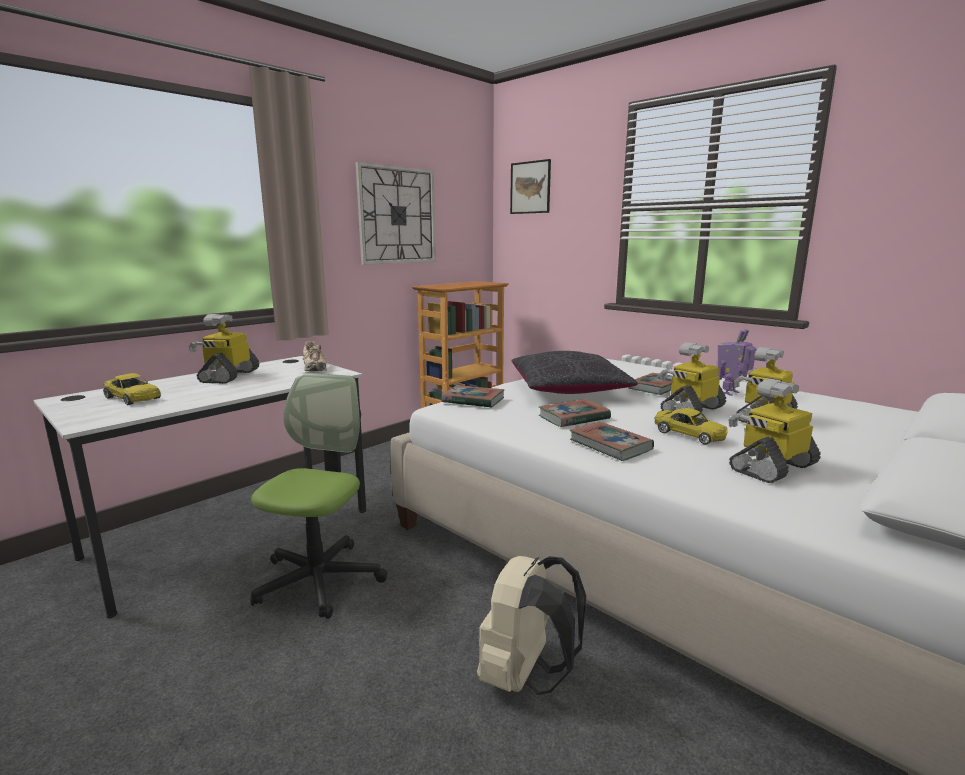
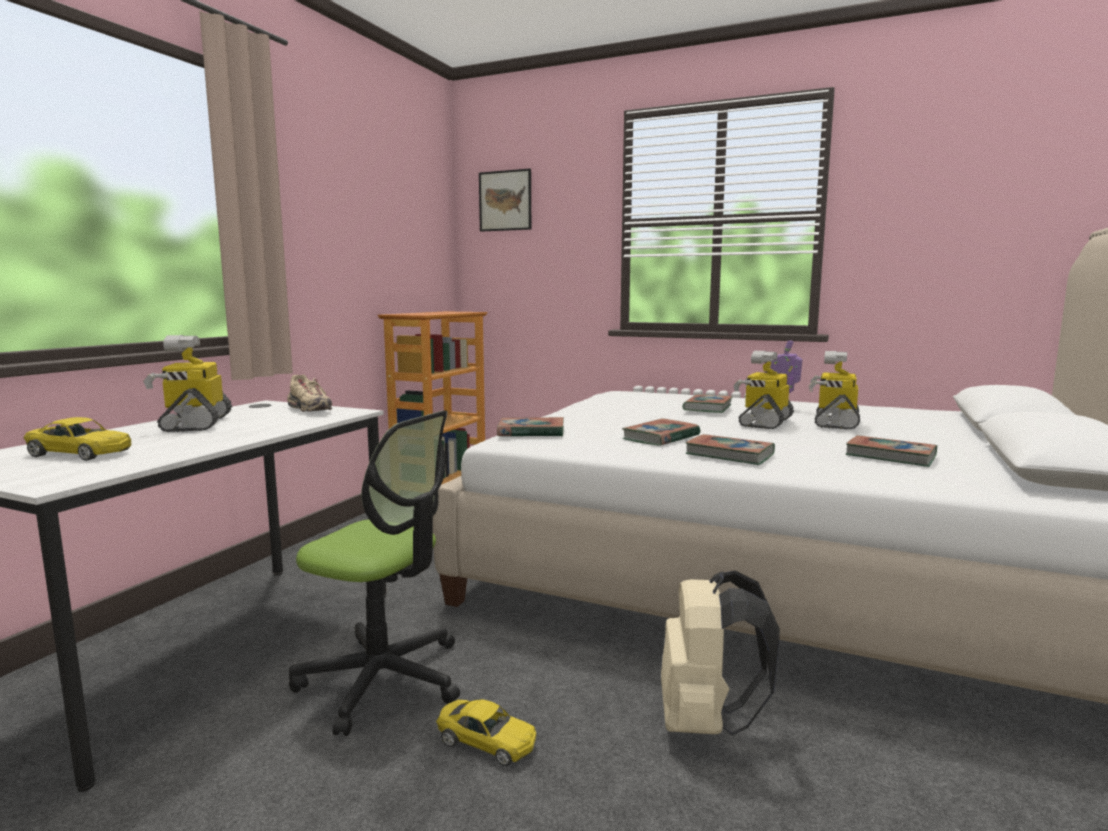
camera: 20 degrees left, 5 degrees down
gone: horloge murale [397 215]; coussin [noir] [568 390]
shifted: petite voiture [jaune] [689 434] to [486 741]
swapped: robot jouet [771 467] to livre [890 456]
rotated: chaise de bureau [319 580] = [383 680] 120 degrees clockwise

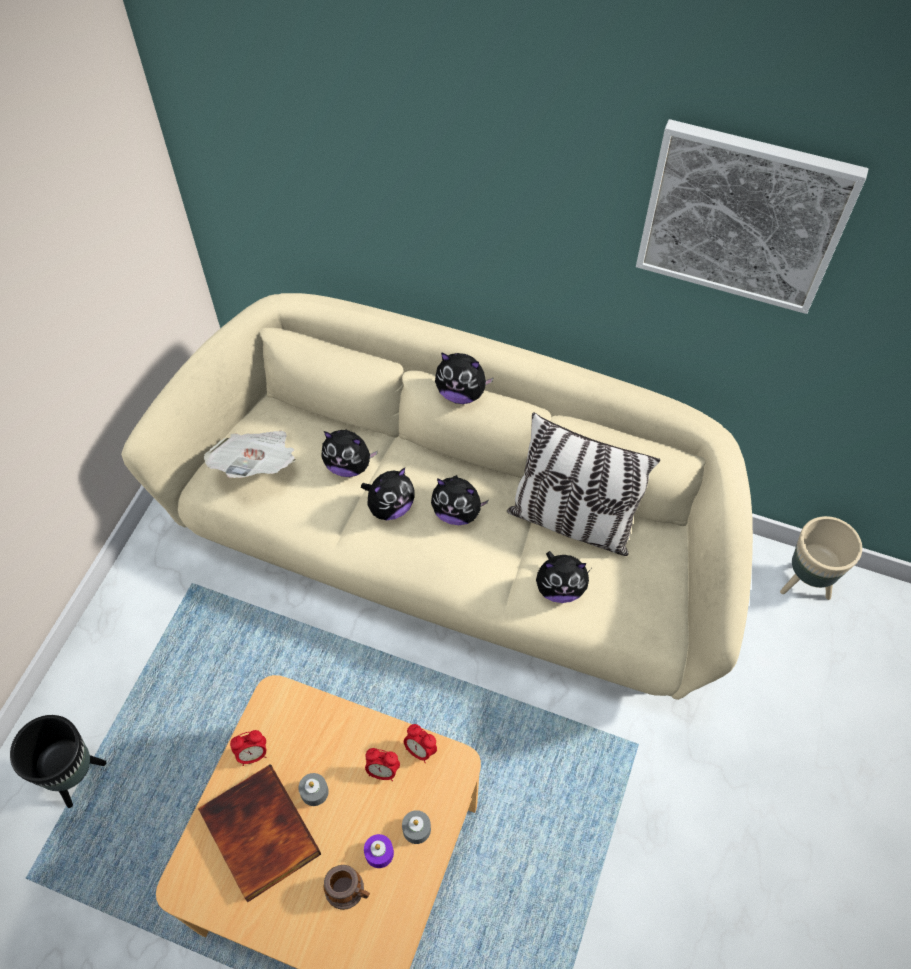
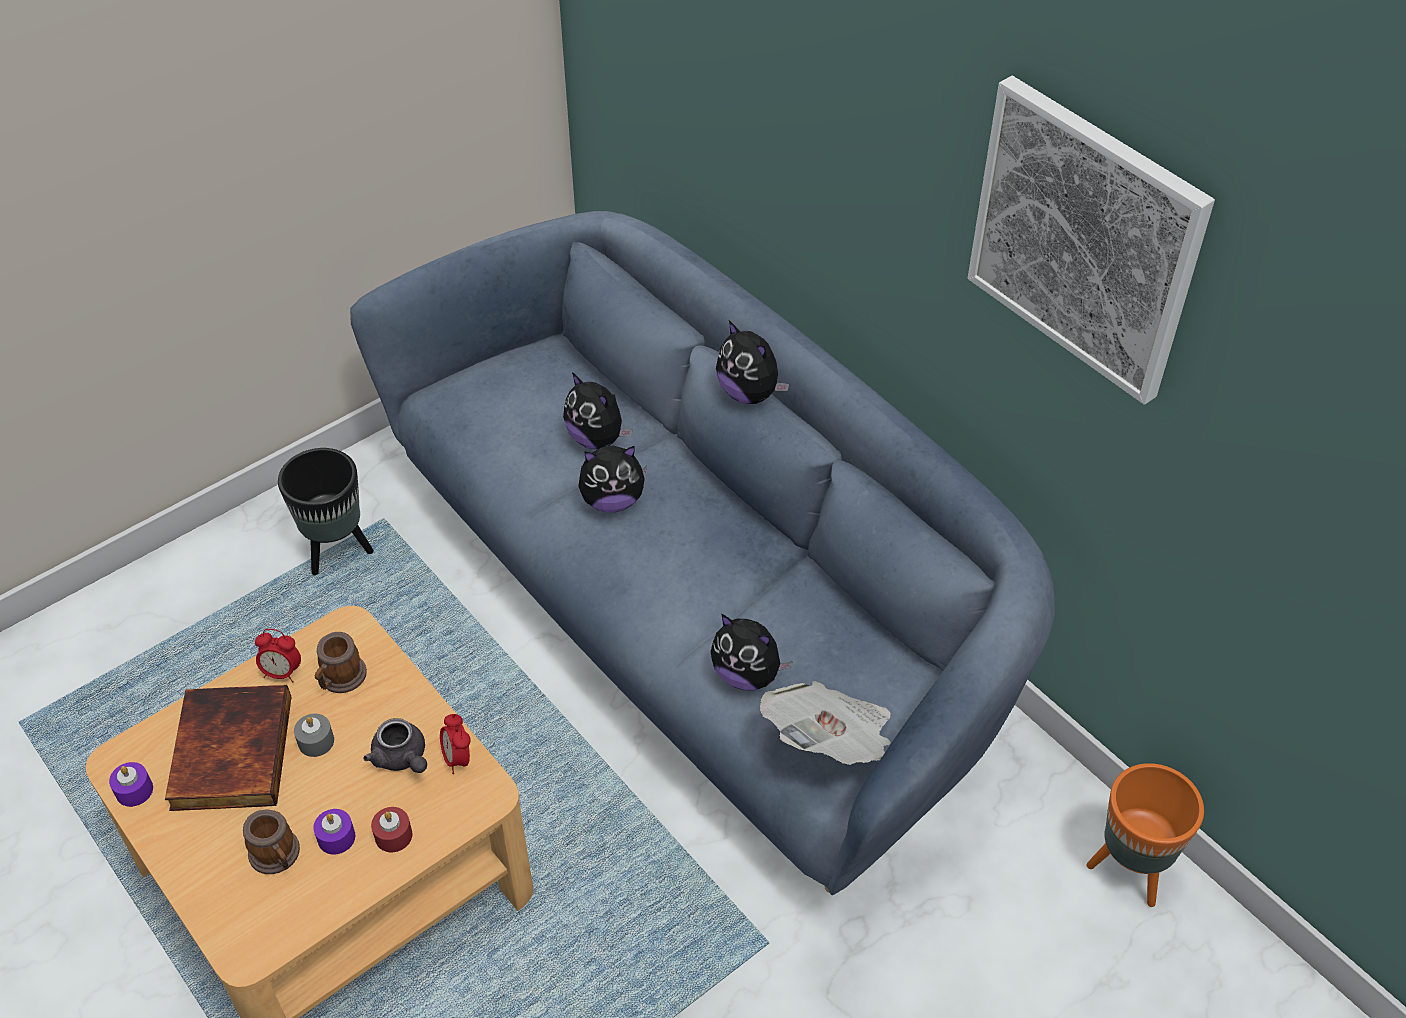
camera: 30 degrees right, 10 degrees down
gone: peluche [457 512]; coussin [572 521]
new: bougie [violet] [134 790]; mug [340 679]
shifted: cache-pot [noir] [77 777] to [337 552]; journal [257 465] to [830 741]
swapped: réveil [382 771] to théière [gris] [402 758]
repainted: canapé [beige] [454 547] to canapé [bleu] [700 616]; bougie [gris] [416 829] to bougie [rouge] [393 835]; cache-pot [beige] [805 583] to cache-pot [orange] [1130 871]

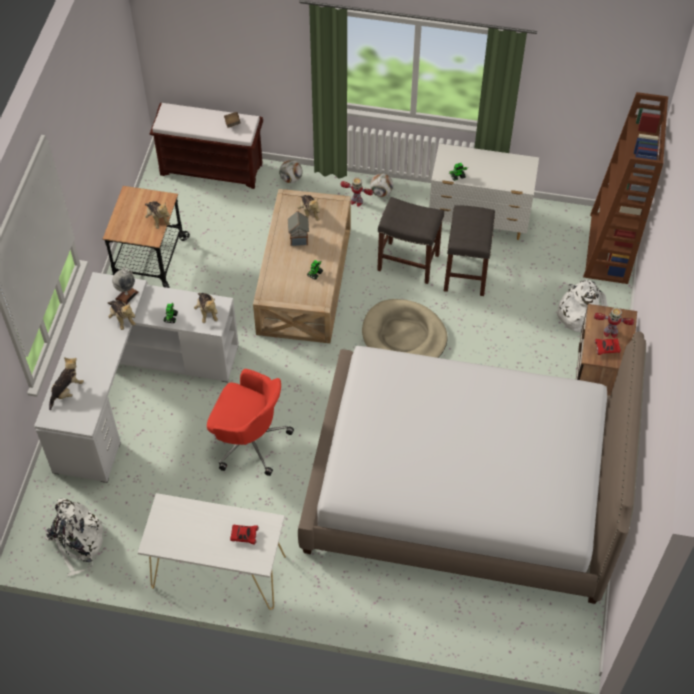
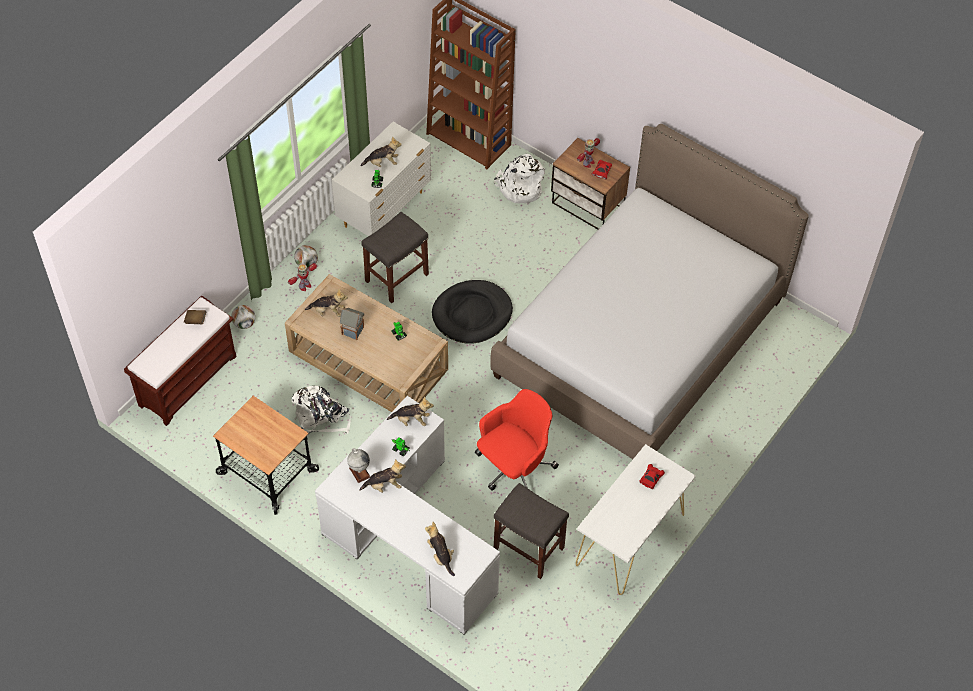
camera: 65 degrees left, 0 degrees up
shifted: sac à dos [blanc] [78 542] to [321 418]; peluche [158 219] to [382 163]; tabouret [gris] [466 272] to [527 548]
repainted: panier pour chien [beige] [404 336] to panier pour chien [noir] [472 314]

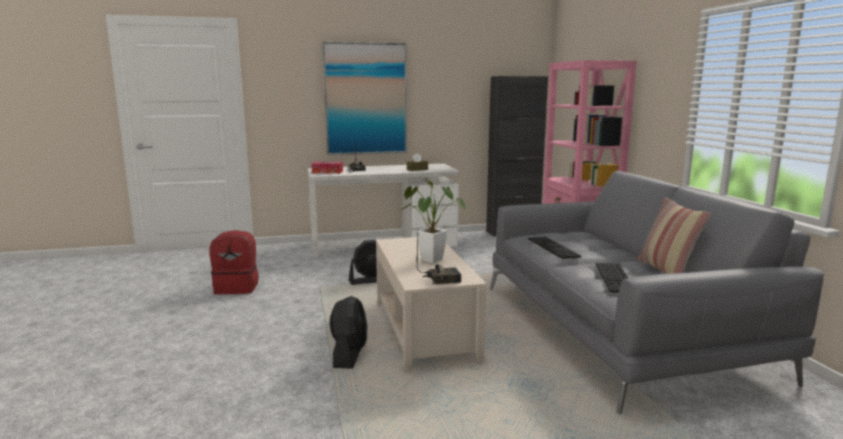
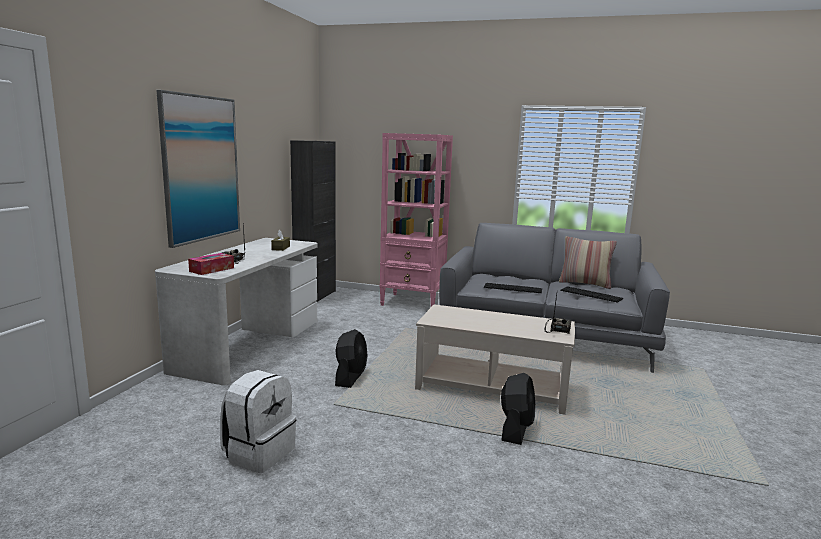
camera: 60 degrees left, 0 degrees up
gone: plante en pot [428 259]
repainted: sac à dos [rouge] [237 287] to sac à dos [blanc] [259 452]
rotated: ventilateur [noir] [349 354] = [516 429] 75 degrees clockwise

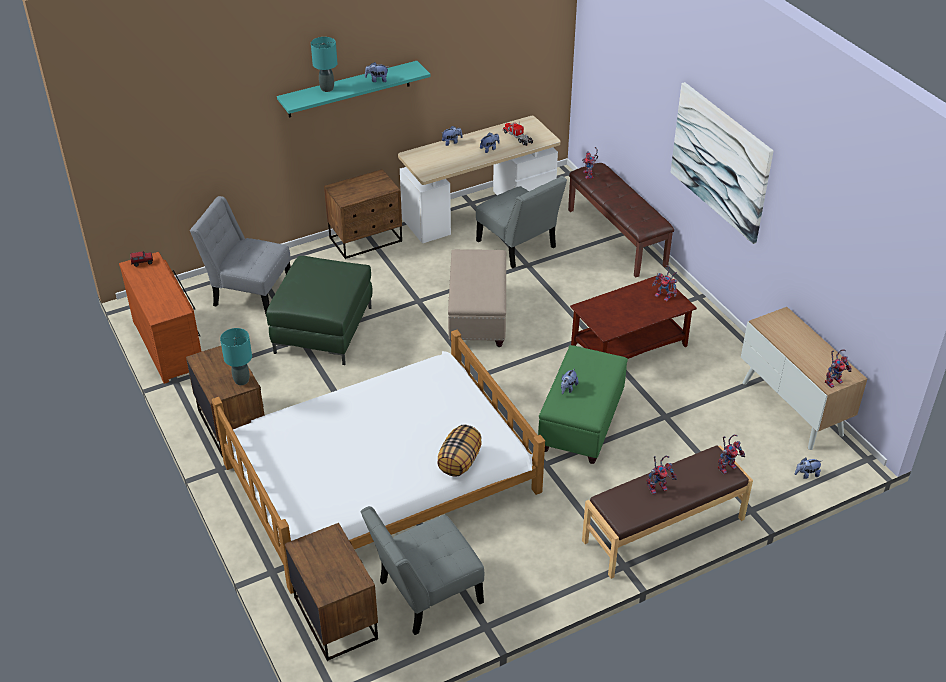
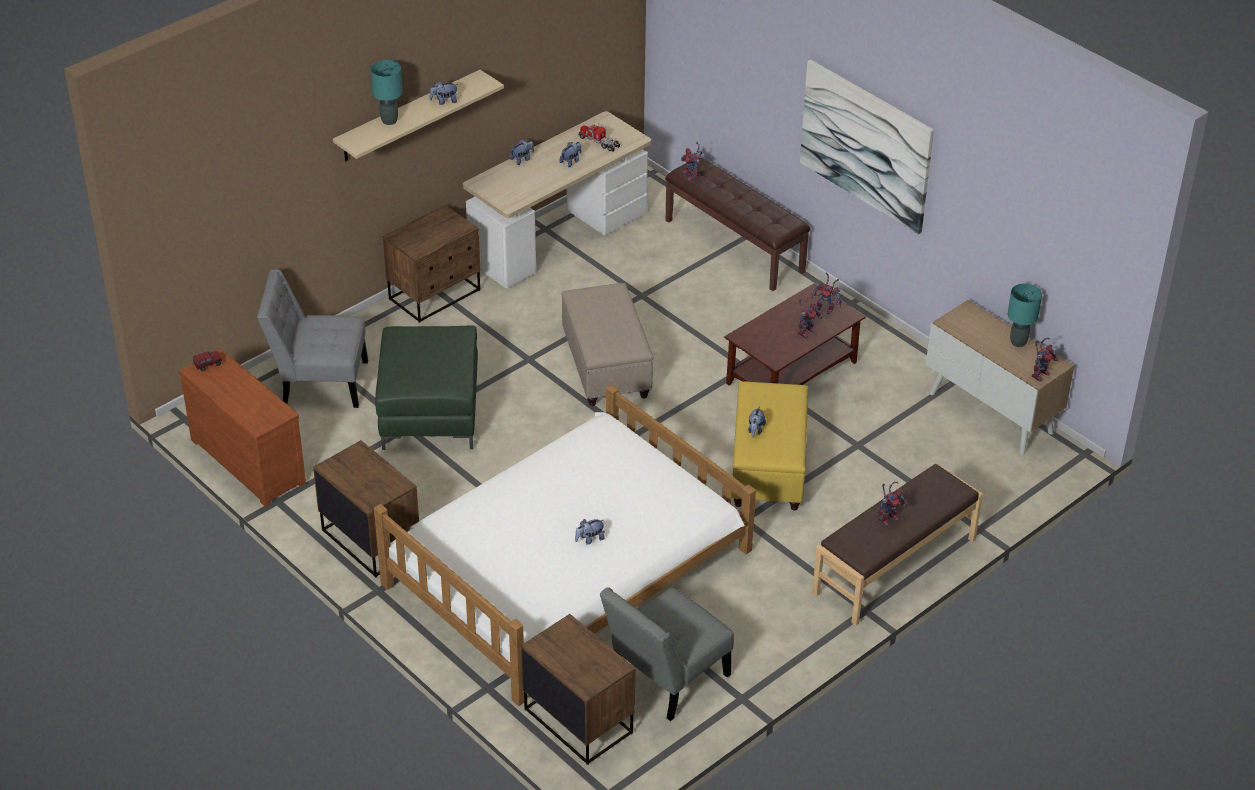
camera: 15 degrees left, 0 degrees up
gone: coussin [460 462]; chaise [gris] [518 247]
shifted: lampe de table [turquoise] [242 381] to [1018 342]; robot jouet [727 466] to [806 331]; peluche [806 474] to [590 539]
repainted: étagère [turquoise] [349 89] to étagère [beige] [408 116]; pouf [vert] [581 424] to pouf [jaune] [768 469]

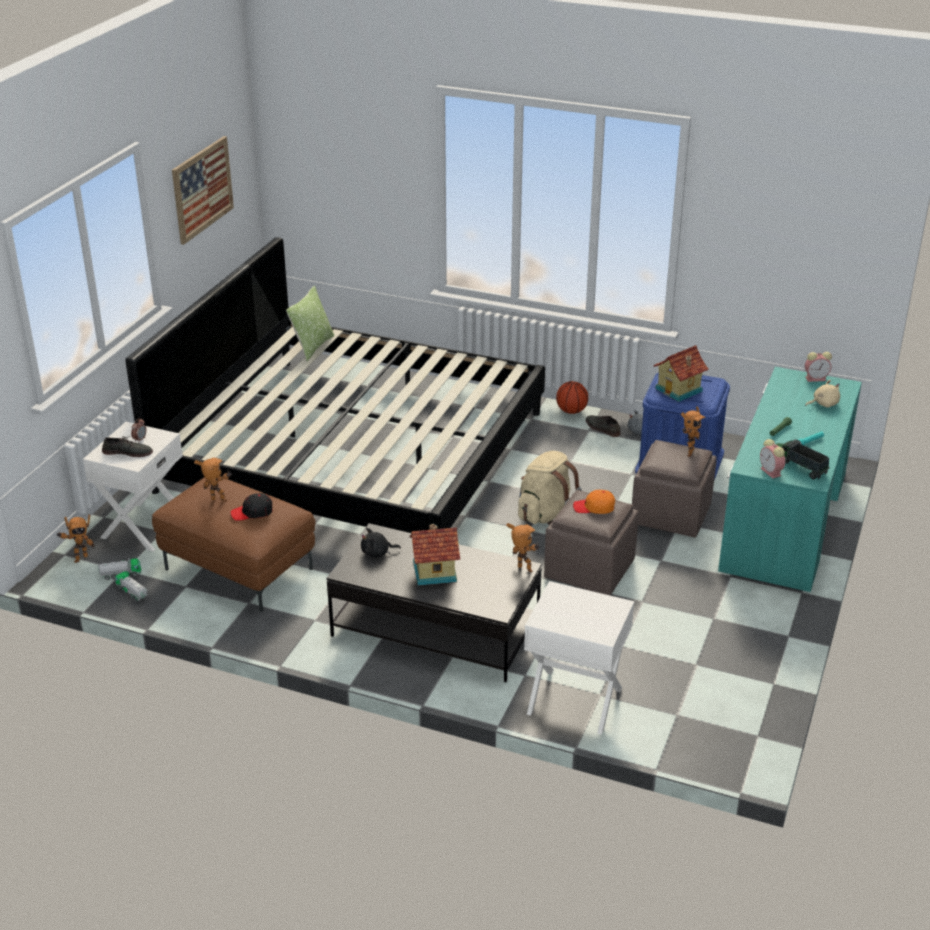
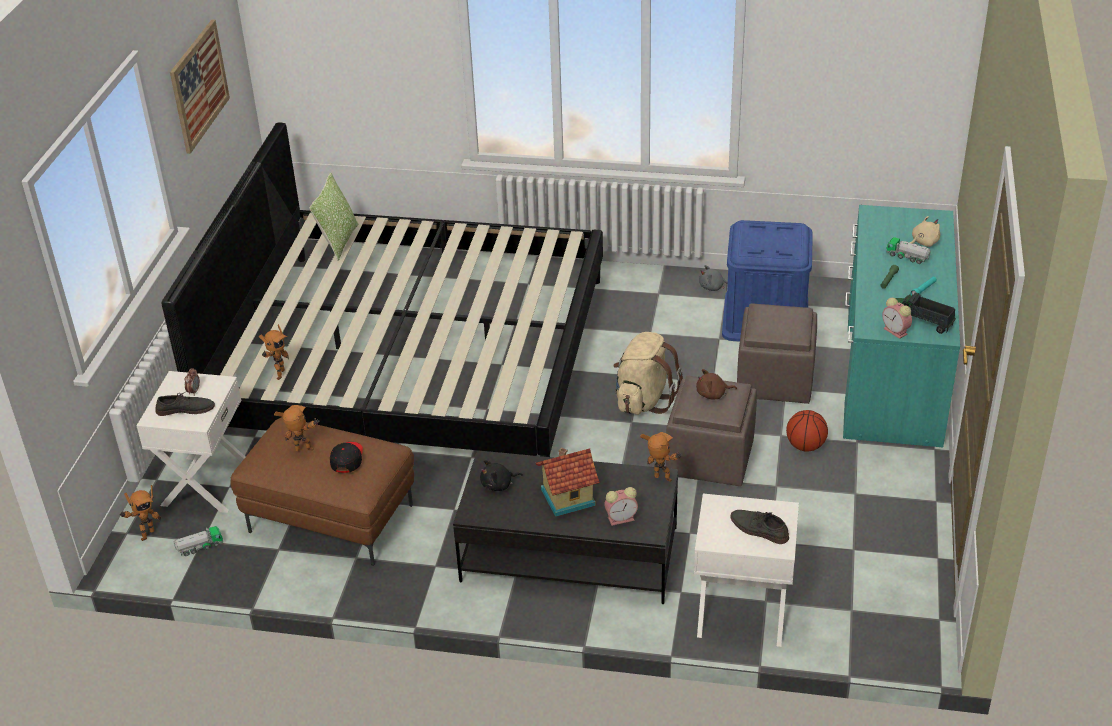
camera: 10 degrees left, 5 degrees up
gone: maison miniature [679 390]
shifted: camion jouet [132 593] to [907 257]; ballon de basket [571 411] to [805 446]; chaussure [gris] [602 428] to [758 529]; robot jouet [688 452] to [278 374]; réveil [816 378] to [622 518]
swapped: casquette [orange] [594 507] to peluche [marron] [713 394]
rotated: casquette [noir] [252 512] = [347 459] 120 degrees clockwise

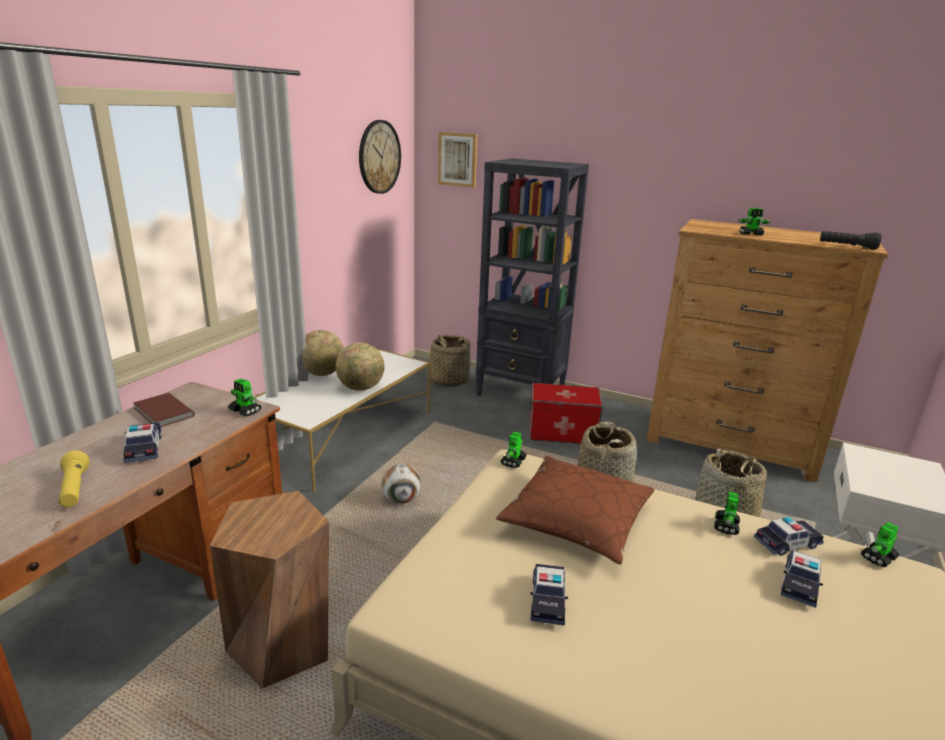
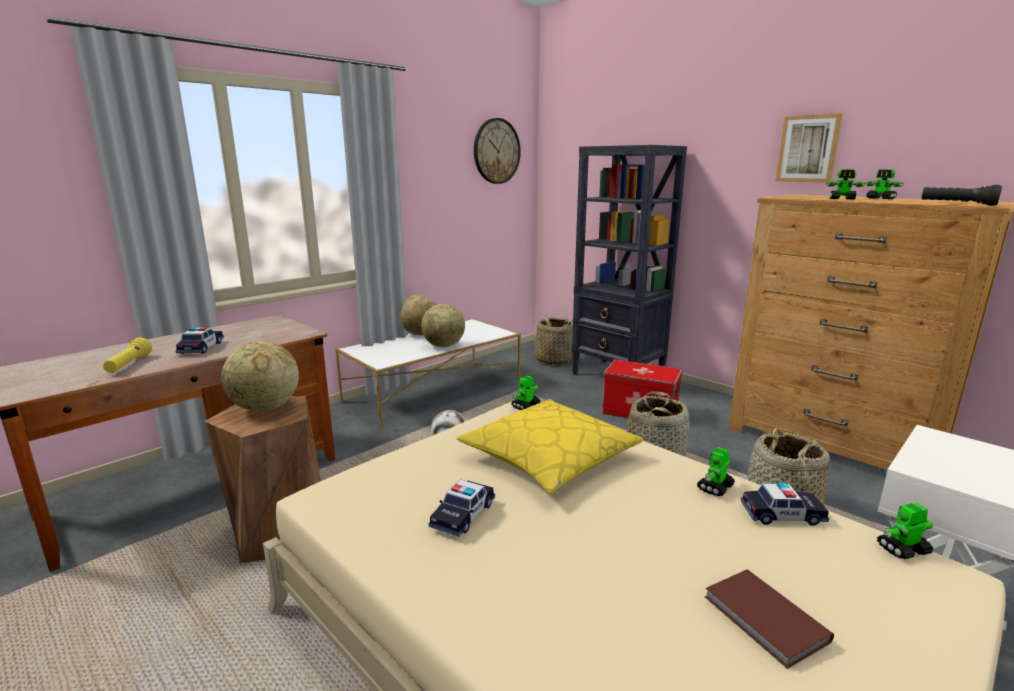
camera: 20 degrees right, 5 degrees down
gone: petite voiture [799 584]
new: globe [265 408]
shifted: livre [marron] [162 413] to [764 620]; robot jouet [245 411] to [881 198]; tableau [458 159] to [808 149]
repainted: coussin [marron] [576 519] to coussin [jaune] [549 457]

